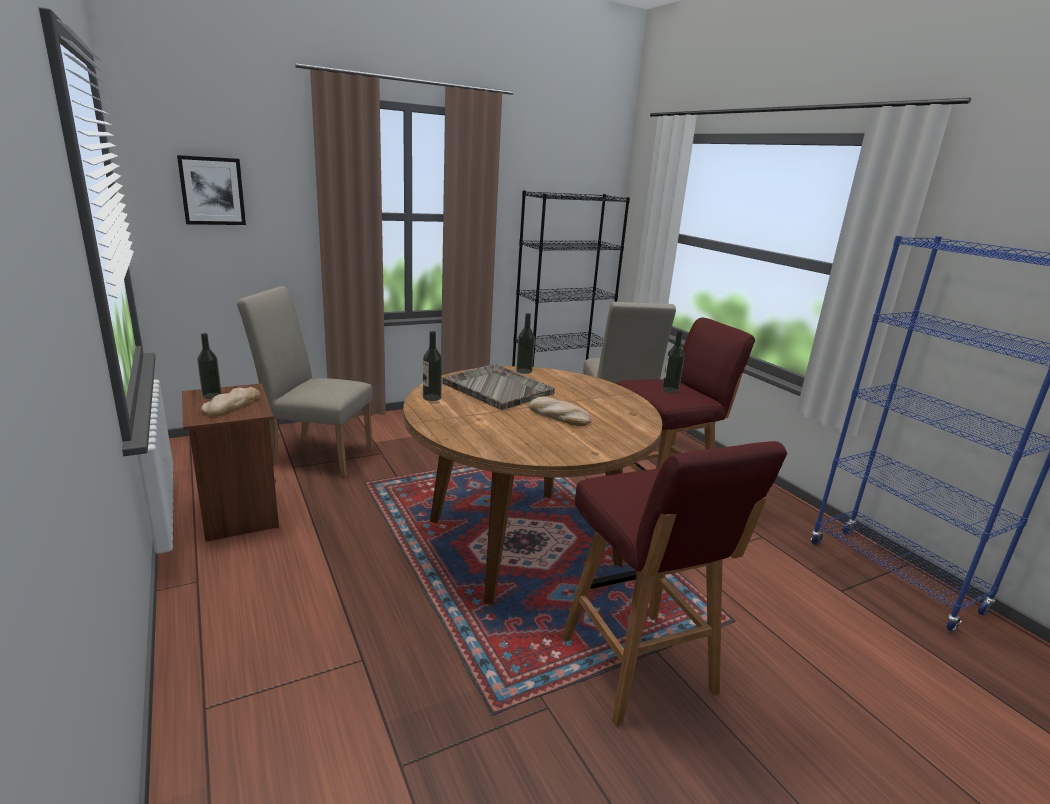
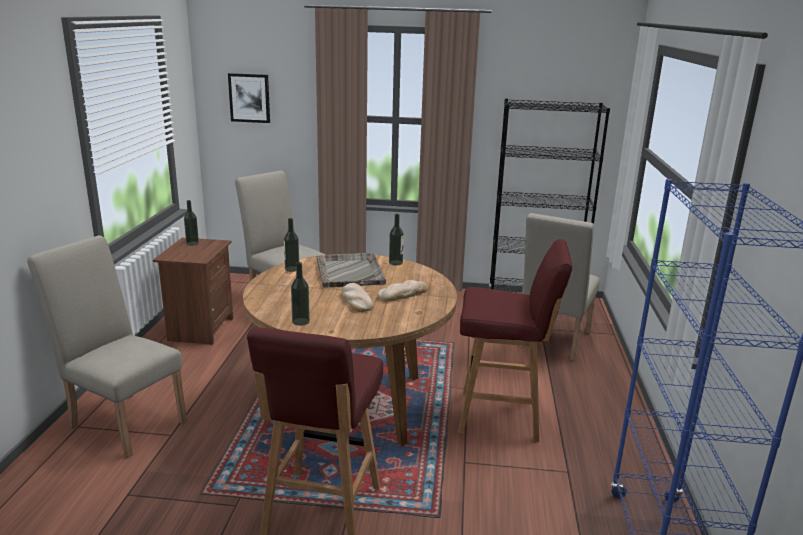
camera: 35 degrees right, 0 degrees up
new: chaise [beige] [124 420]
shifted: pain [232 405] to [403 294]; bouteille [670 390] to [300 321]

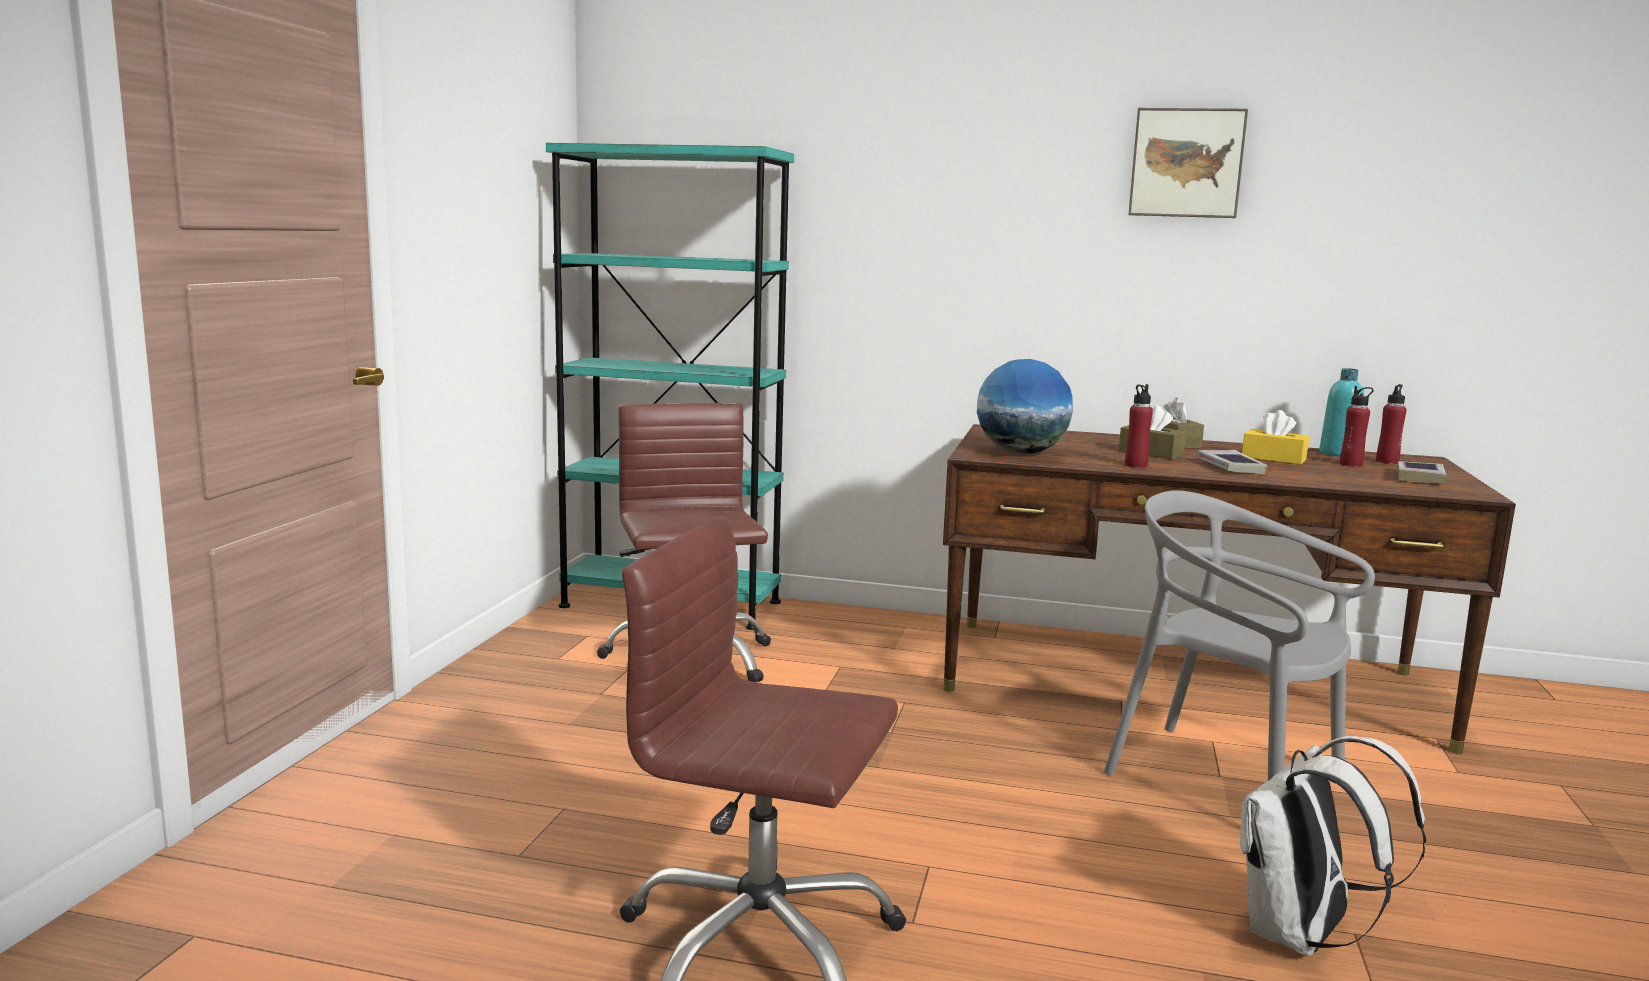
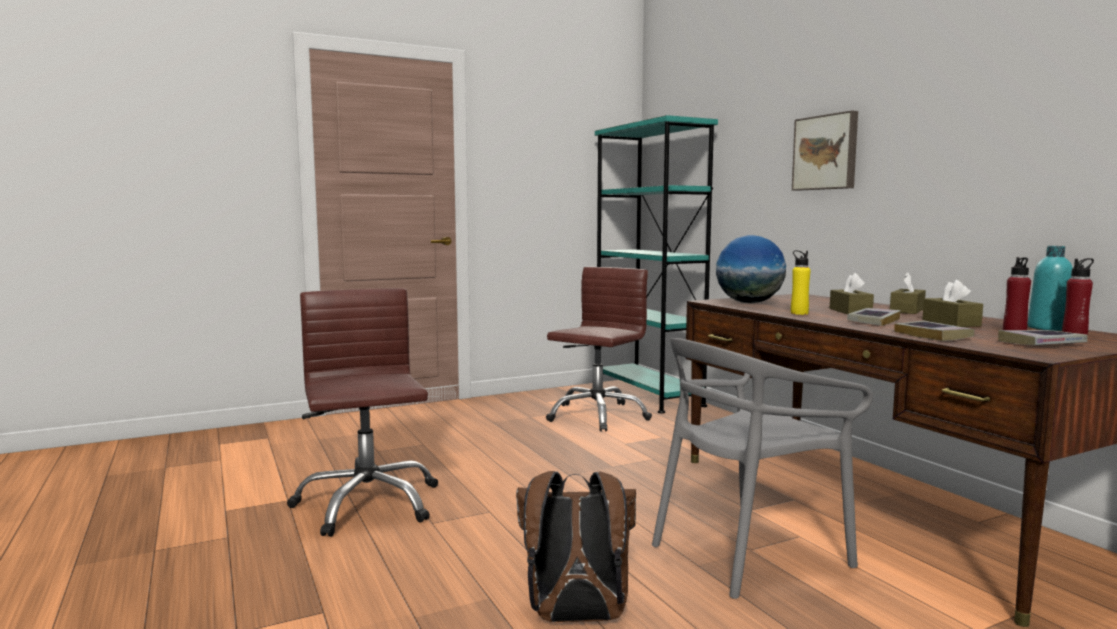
camera: 50 degrees right, 5 degrees down
new: livre [932 336]
shifted: tableau [1186 163] to [826 152]
repainted: bouteille [rouge] [1135 465] to bouteille [jaune] [799 313]; sac à dos [blanc] [1301 937] to sac à dos [marron] [575 618]; boîte à mouchoirs [jaune] [1273 458] to boîte à mouchoirs [marron] [951 323]
rotated: chaise [gris] [1225 779] = [748 552] 120 degrees counterclockwise

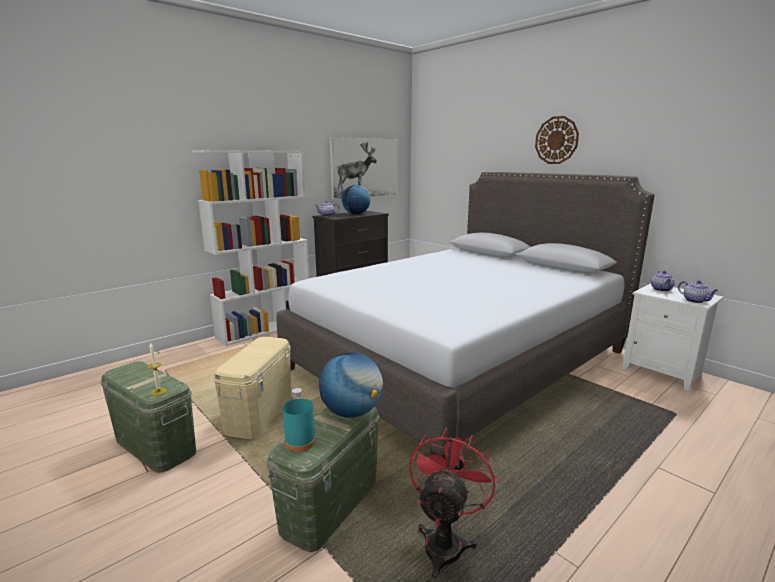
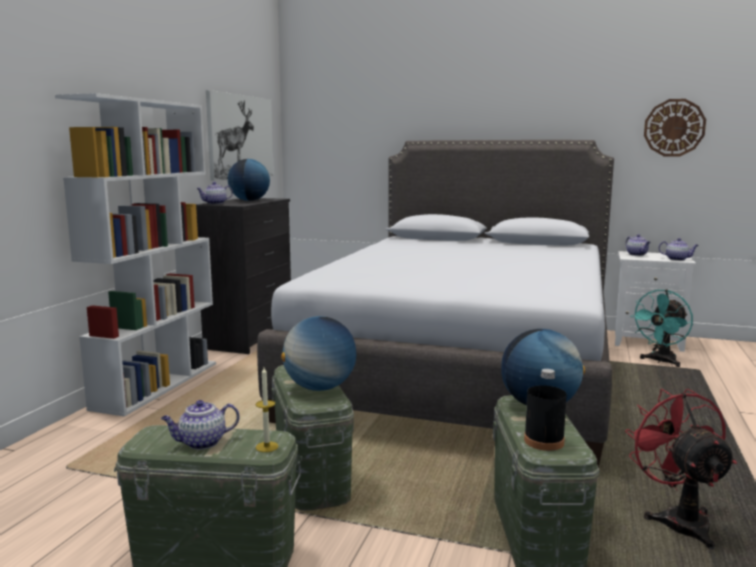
camera: 30 degrees left, 5 degrees down
new: théière [201 443]; globe [320 388]; ventilateur [turquoise] [660 361]
shifted: horloge murale [556 140] to [674 127]
repainted: boîte de rangement [beige] [259 414] to boîte de rangement [vert] [311 477]; bouteille [turquoise] [300 442] to bouteille [noir] [544 441]

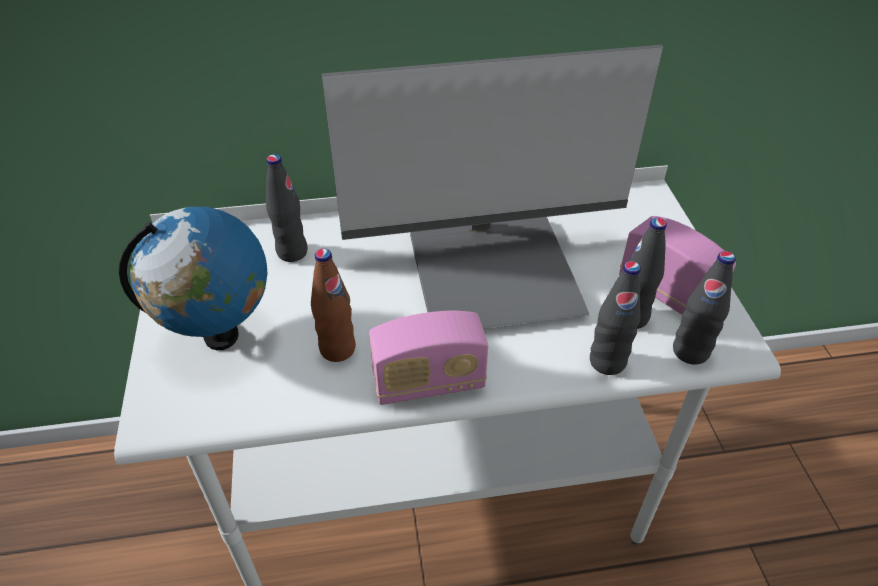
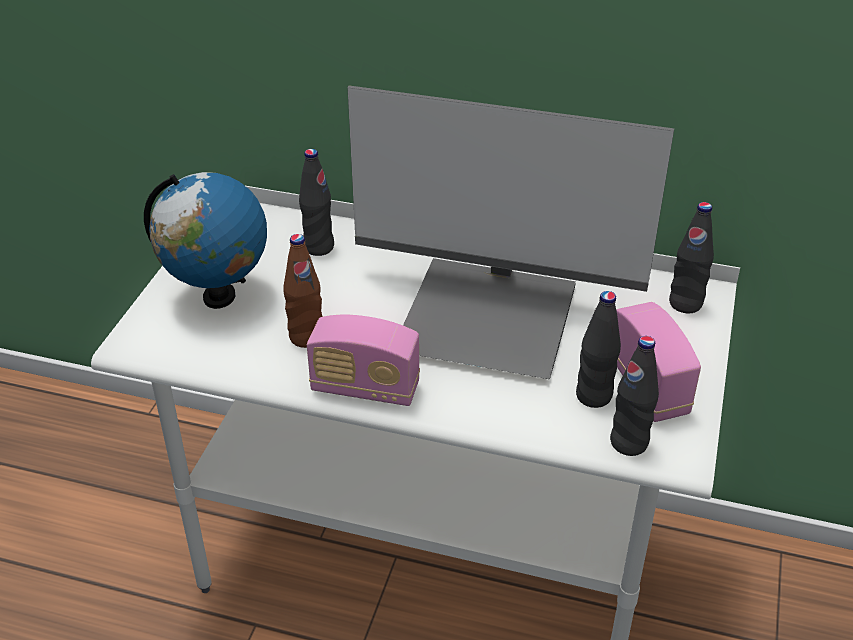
camera: 25 degrees right, 5 degrees down
shifted: bouteille [noir] [607 362] to [685 304]

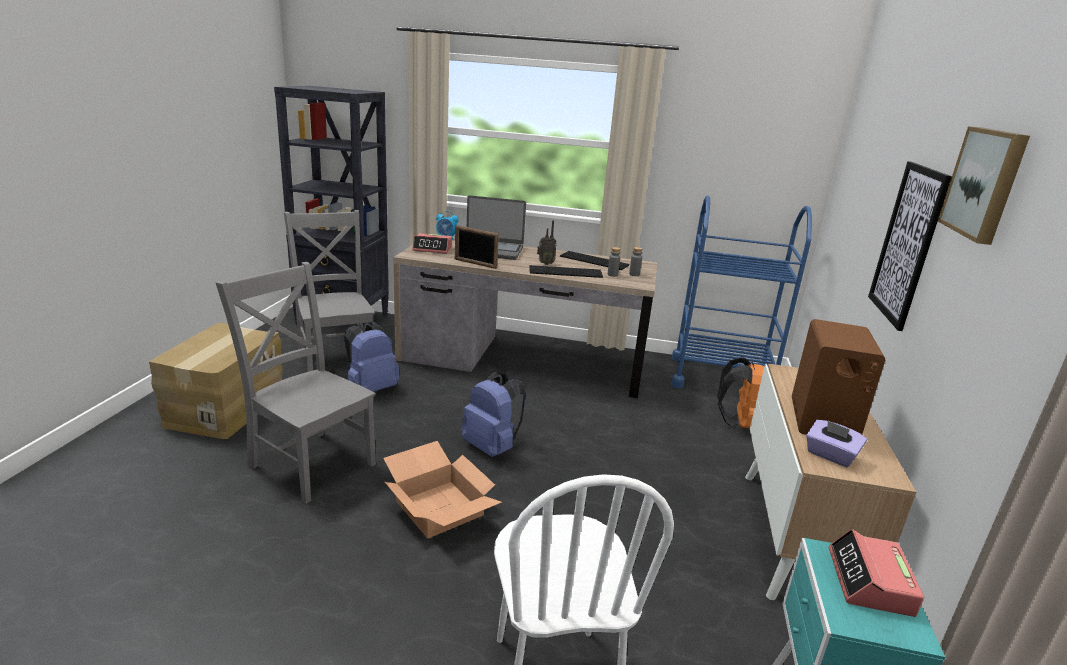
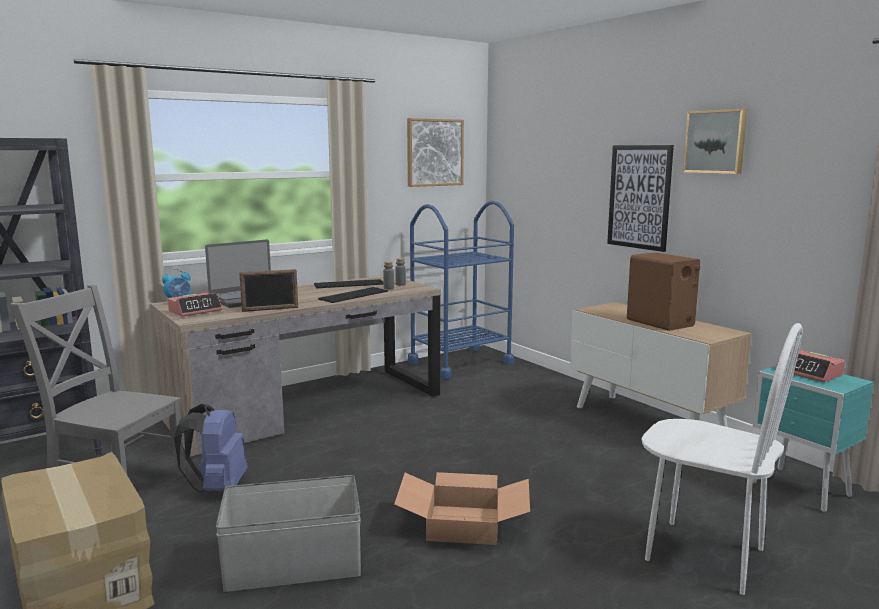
camera: 45 degrees left, 10 degrees down
gone: sac à dos [bleu] [492 447]; radio [545 263]; sac à dos [orange] [740 424]; boîte à mouchoirs [violet] [830 456]
new: tableau [434 152]
swapped: chaise [gris] [310 462] to boîte de rangement [gris] [292 565]

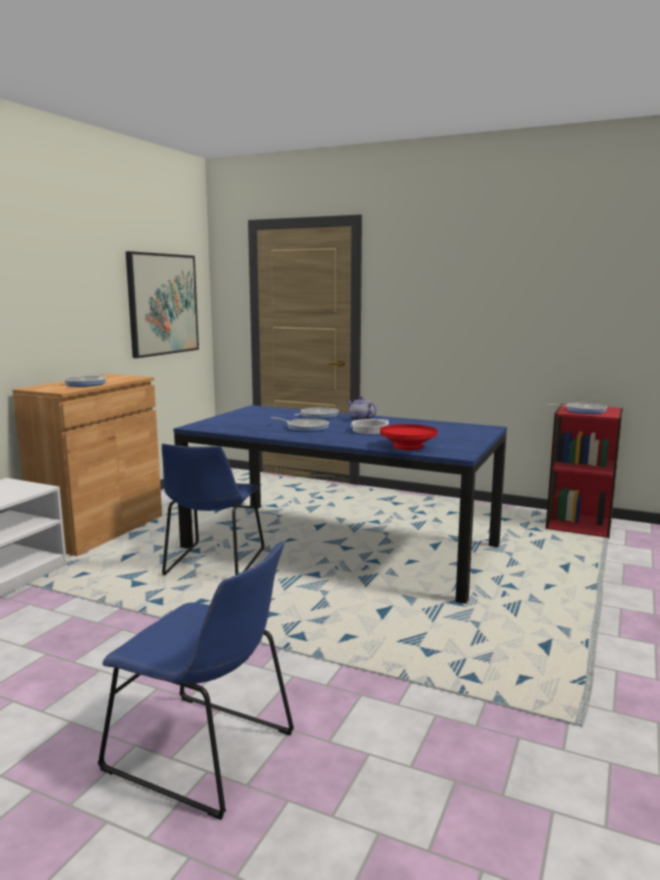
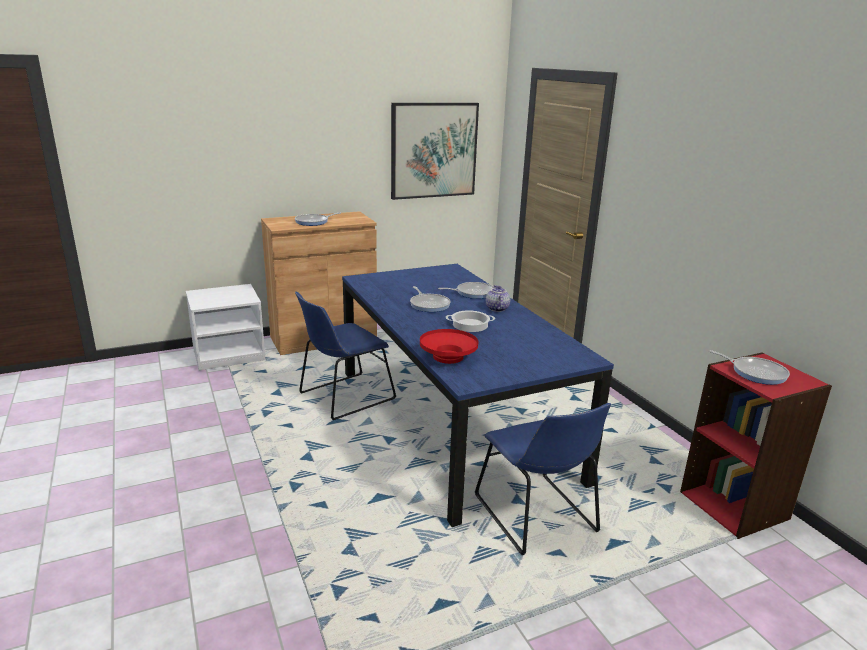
camera: 40 degrees right, 10 degrees up
shifted: chaise [bleu] [207 754] to [537 517]

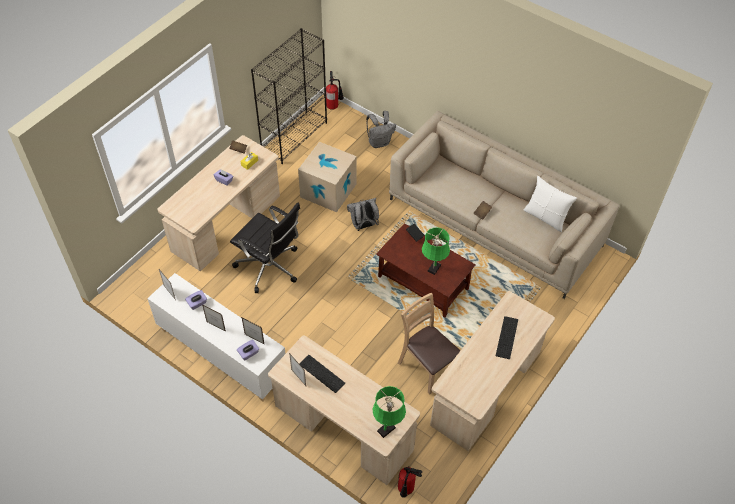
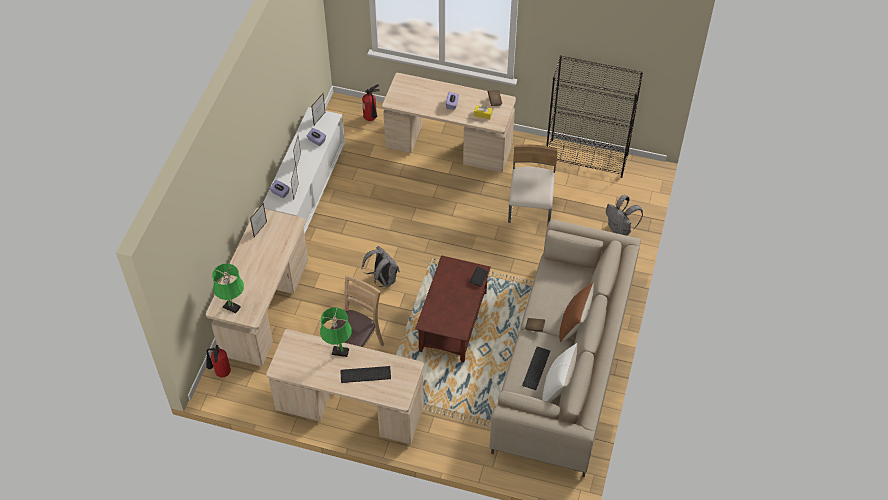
camera: 70 degrees right, 0 degrees up
gone: chaise de bureau [noir] [270 267]
new: coussin [marron] [574 324]
shifted: clavier [321 374] to [535 367]; extincteur [334 106] to [371 118]; sac à dos [gris] [363 225] to [383 279]; lampe de table [vert] [433 269] to [338 351]
swapped: carton [328 190] to chaise [beige] [531 208]

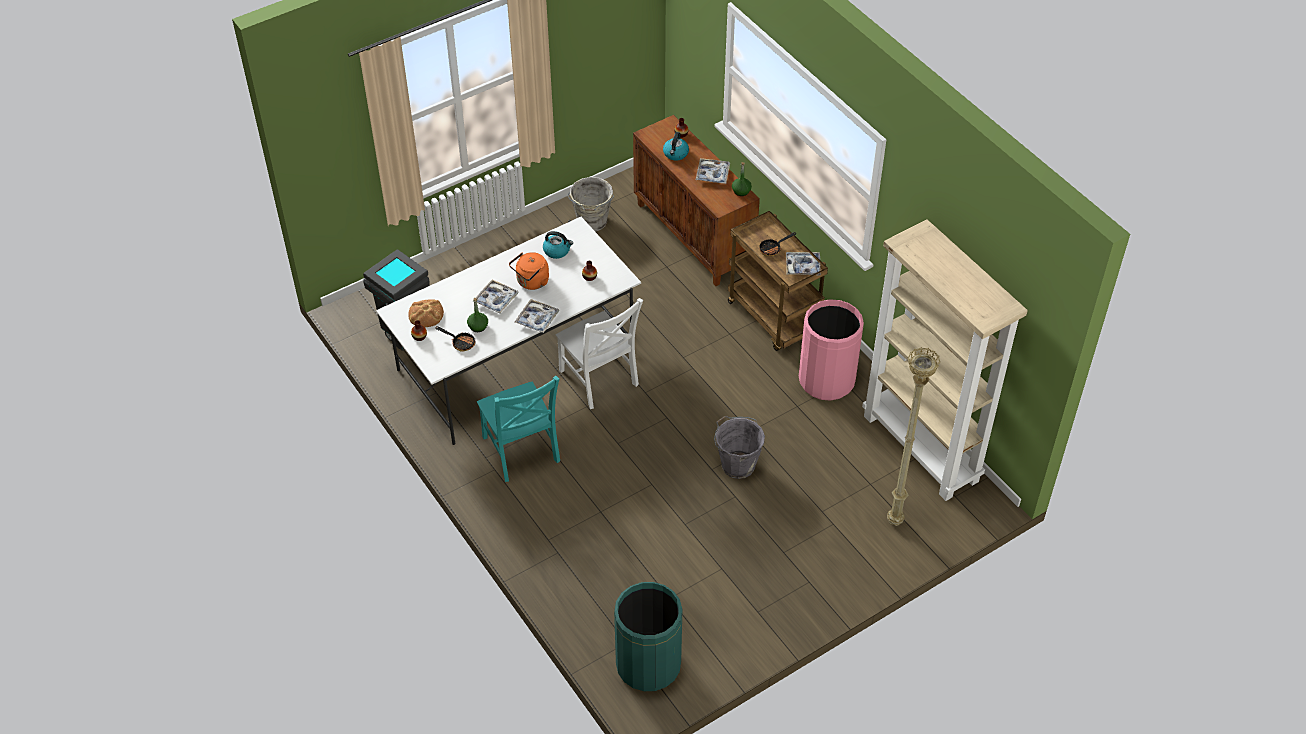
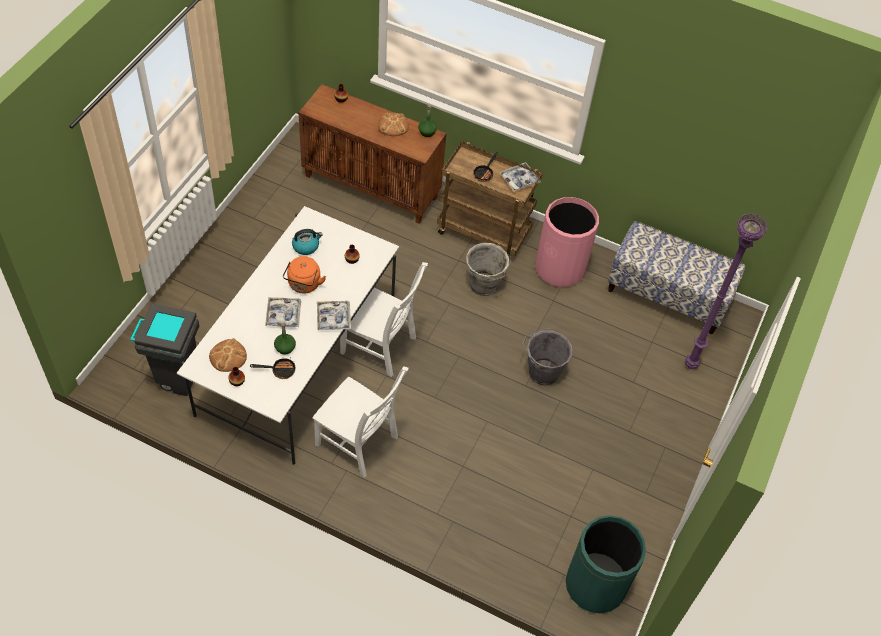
camera: 35 degrees left, 5 degrees up
gone: bouilloire [675 154]
shifted: seau [gris] [592 222] to [484 285]
swapped: plateau [712 174] to pain [393 125]; bibliothèque [beige] [922 448] to banc [668 295]
repainted: chaise [turquoise] [521 452] to chaise [blanc] [359 443]; lampadaire [beige] [894 522] to lampadaire [violet] [690 366]

